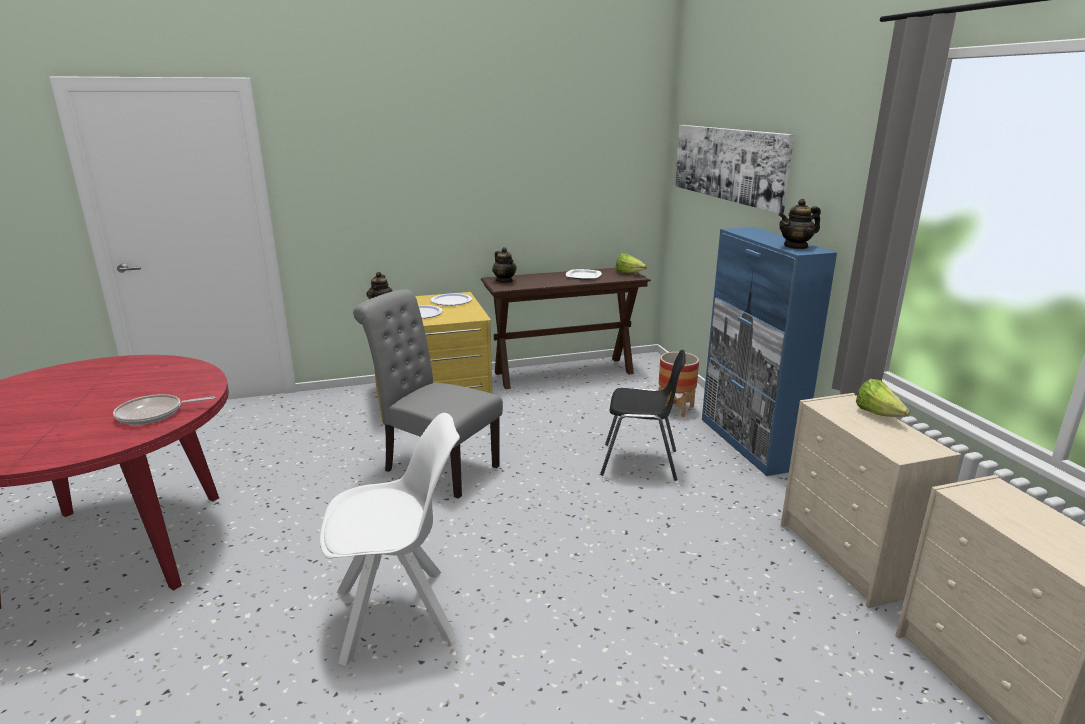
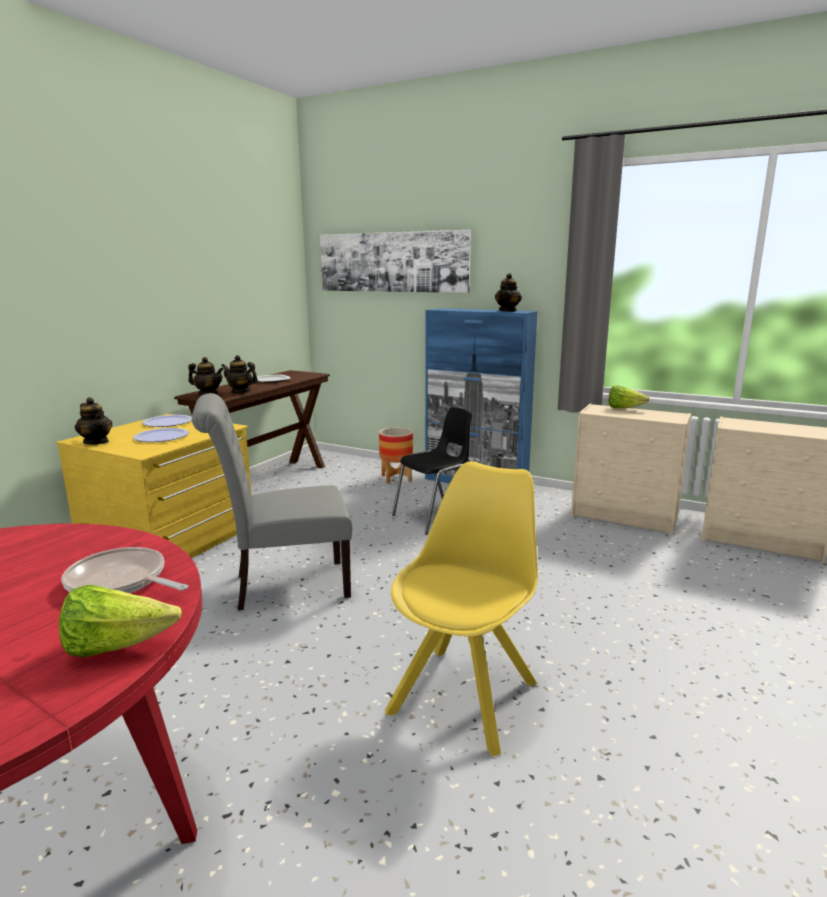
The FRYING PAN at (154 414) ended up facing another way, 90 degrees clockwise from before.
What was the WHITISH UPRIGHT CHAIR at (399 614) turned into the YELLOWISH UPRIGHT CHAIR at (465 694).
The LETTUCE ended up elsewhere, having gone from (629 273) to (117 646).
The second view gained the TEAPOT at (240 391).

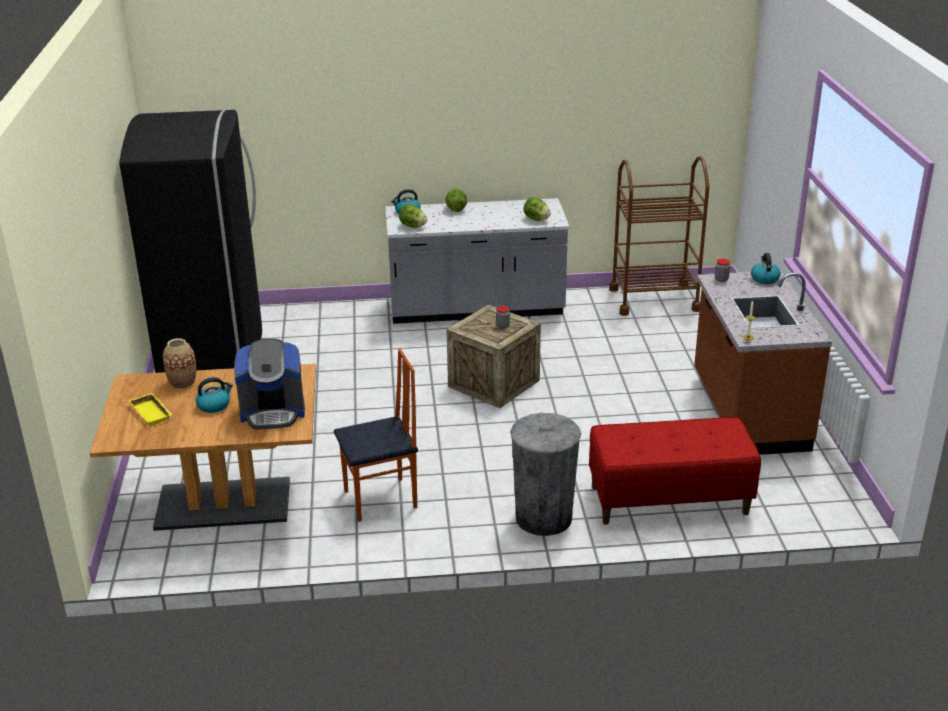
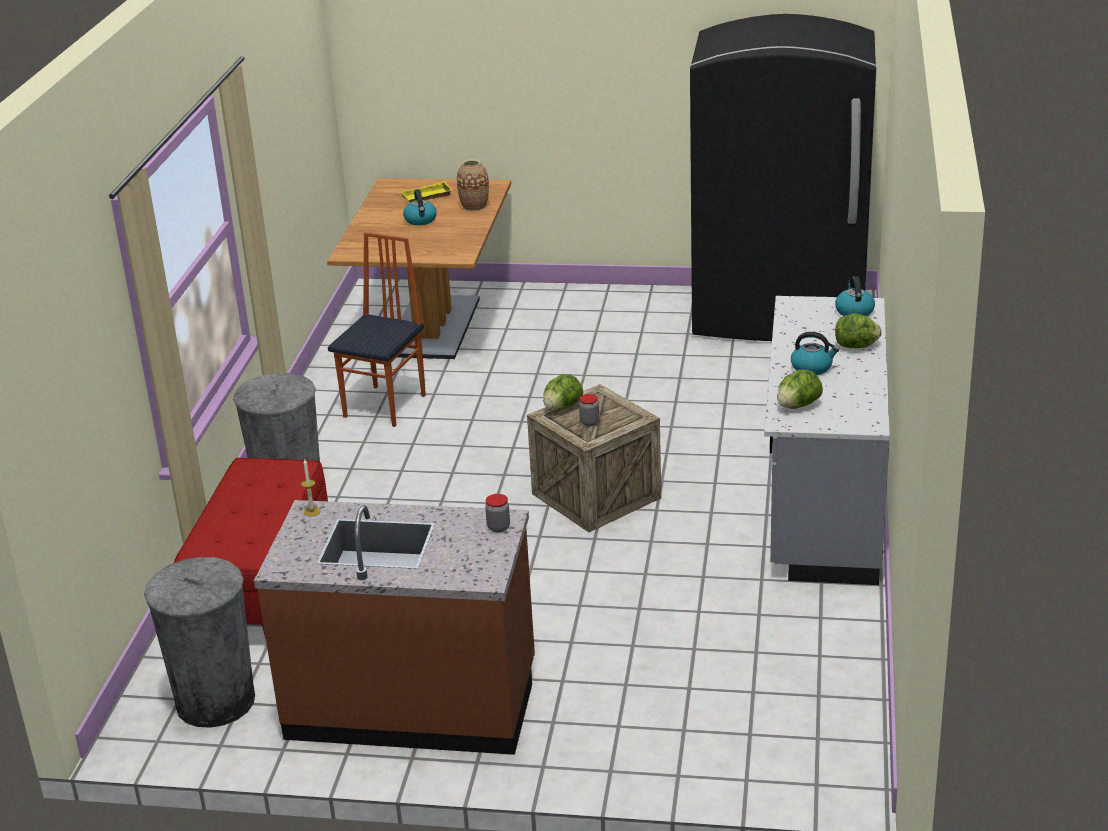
The second view lost the COFFEE BREWER at (273 412).
The UPRIGHT CHAIR at (381 500) ended up facing another way, 150 degrees counterclockwise from before.
The LETTUCE ended up elsewhere, having gone from (413 226) to (562 407).
The second view lost the BROWN-COLOURED TROLLEY at (654 299).
The TEA KETTLE ended up elsewhere, having gone from (764 278) to (812 367).
The second view gained the GREY TRASH CAN at (215 701).

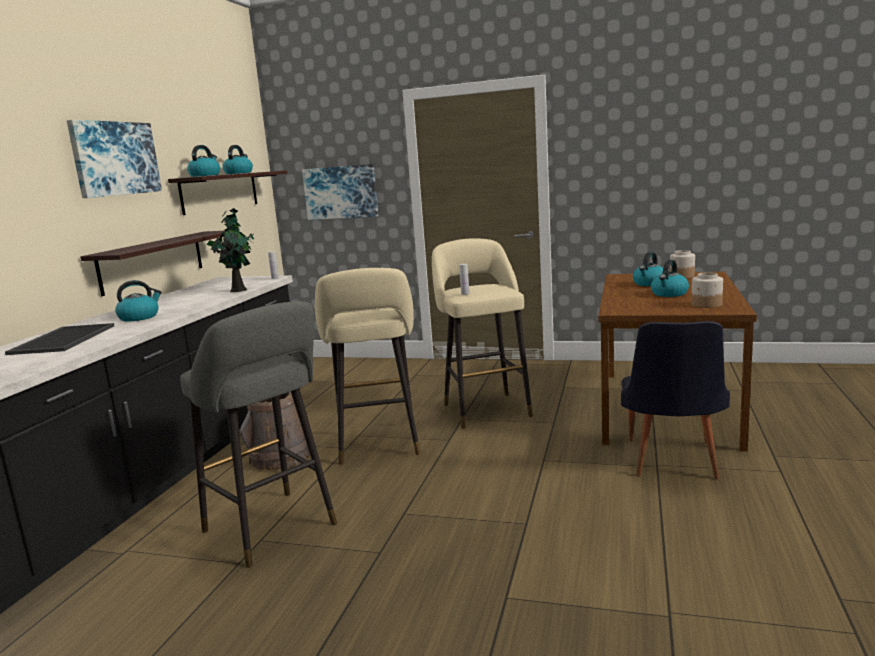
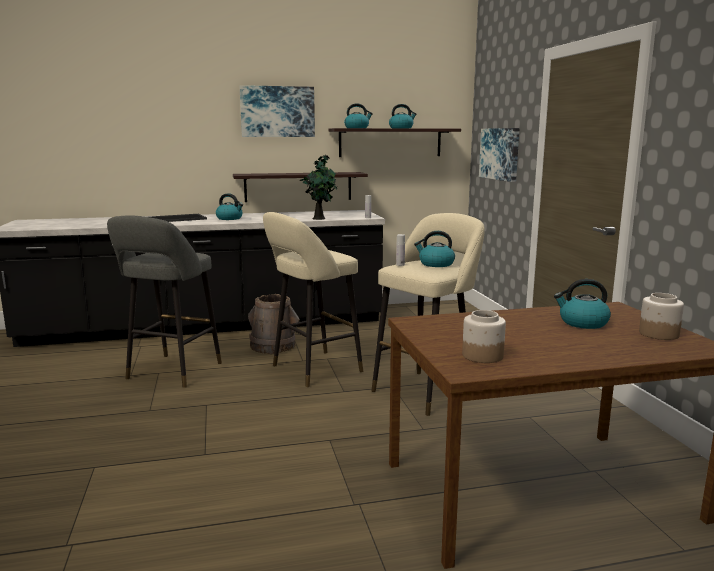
The second view lost the BLACK UPRIGHT CHAIR at (671 463).
The TEA KETTLE ended up elsewhere, having gone from (669 294) to (435 264).

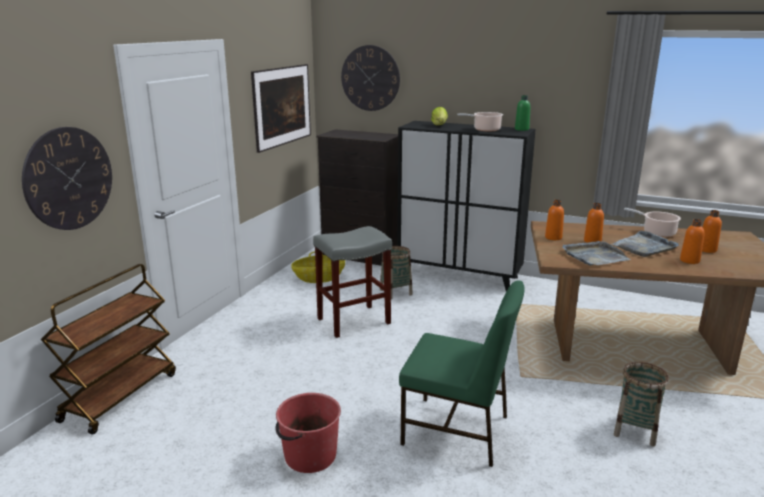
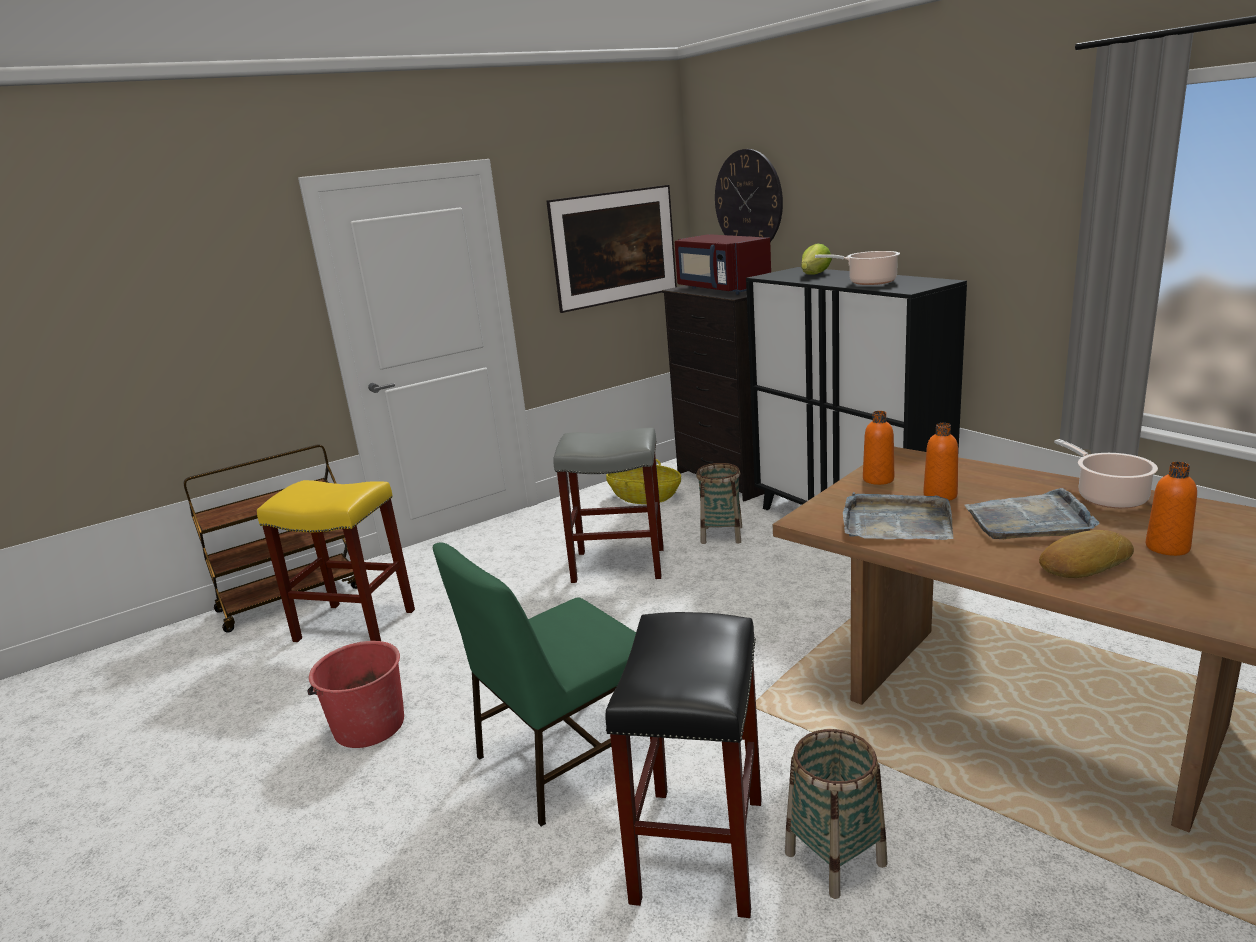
The second view lost the HANGING CLOCK at (69 178).
The GREEN UPRIGHT CHAIR at (457 431) ended up facing another way, 90 degrees clockwise from before.
The second view lost the GREEN BOTTLE at (521 129).
Where the ORANGE BOTTLE stood at (689 260), the BREAD came to stand at (1083 562).
The second view gained the YELLOWISH SITTING STOOL at (357 625).
The second view gained the BLACK SITTING STOOL at (700 851).
The second view gained the RED KITCHEN MICROWAVE at (721 289).

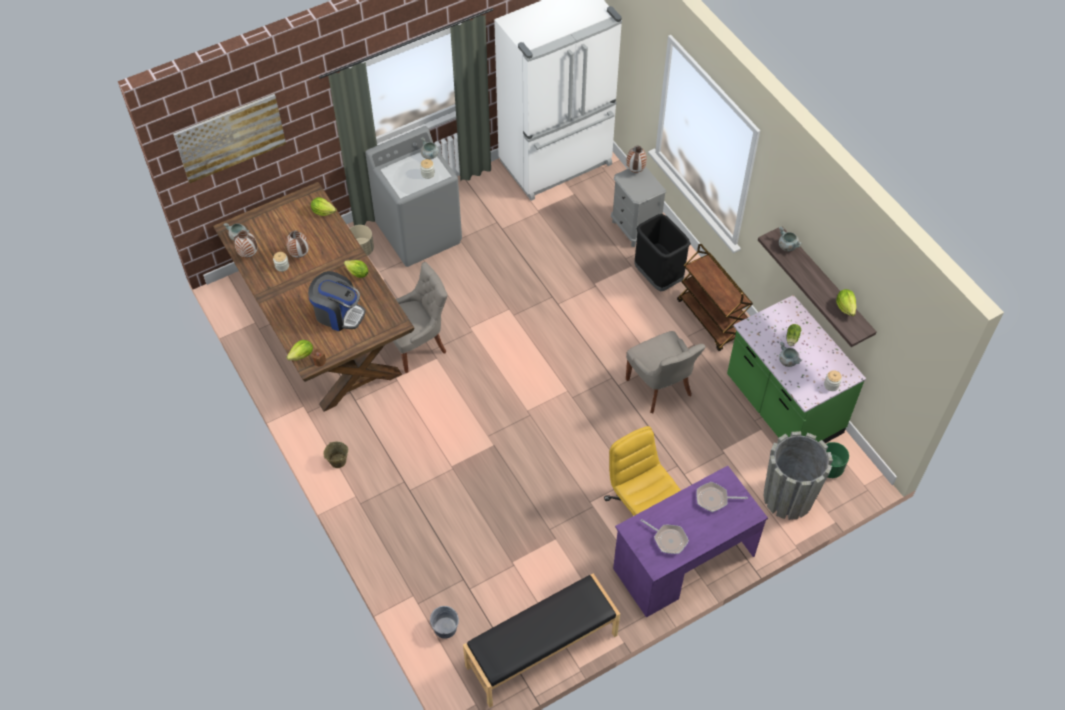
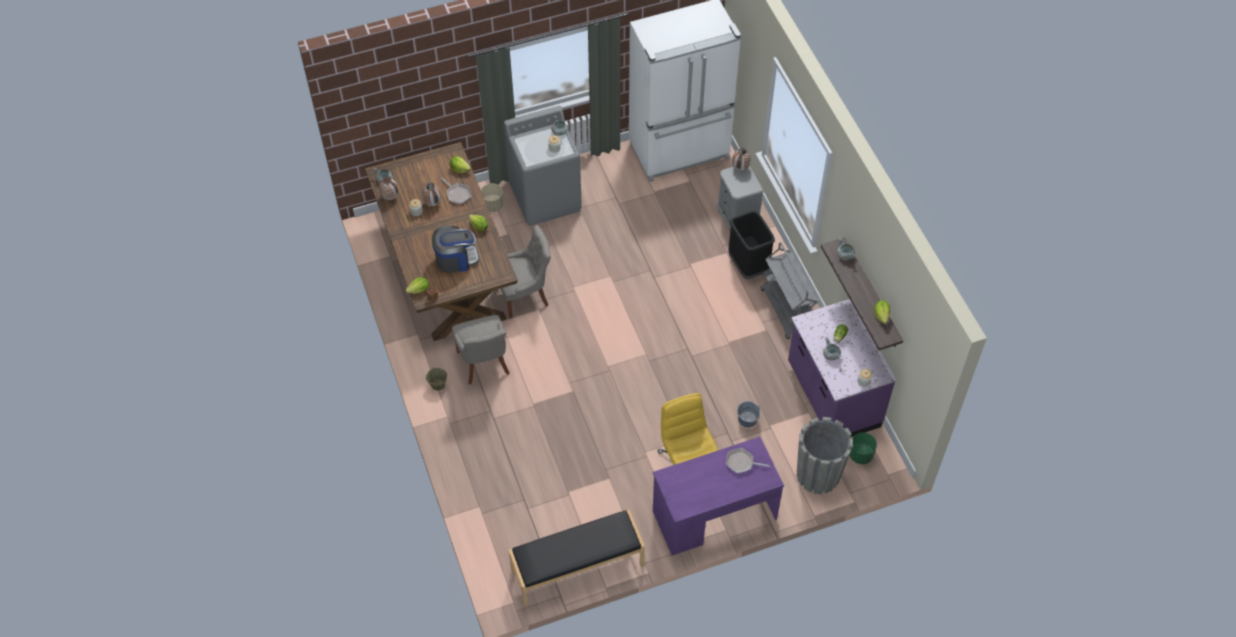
The second view lost the WALL ART at (230 137).
The COFFEE BREWER at (338 314) ended up facing another way, 45 degrees counterclockwise from before.
The GREY PAIL ended up elsewhere, having gone from (445 628) to (747 420).
The GREY UPRIGHT CHAIR ended up elsewhere, having gone from (660 388) to (484 363).
The FRYING PAN ended up elsewhere, having gone from (668 539) to (457 194).
What was the BROWN-COLOURED TROLLEY at (711 319) turned into the GREY TROLLEY at (787 310).
What was the GREEN COUNTER at (782 407) turned into the PURPLE COUNTER at (832 396).

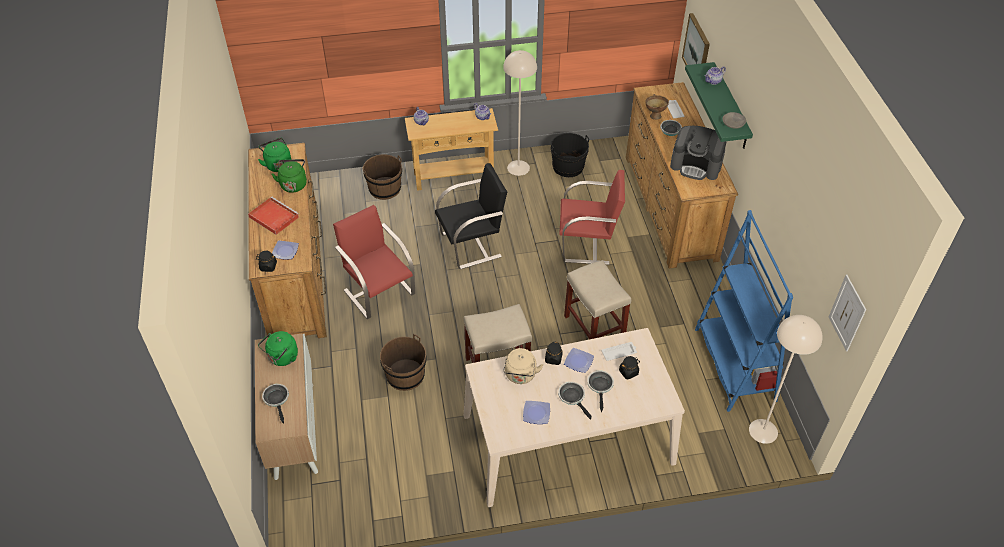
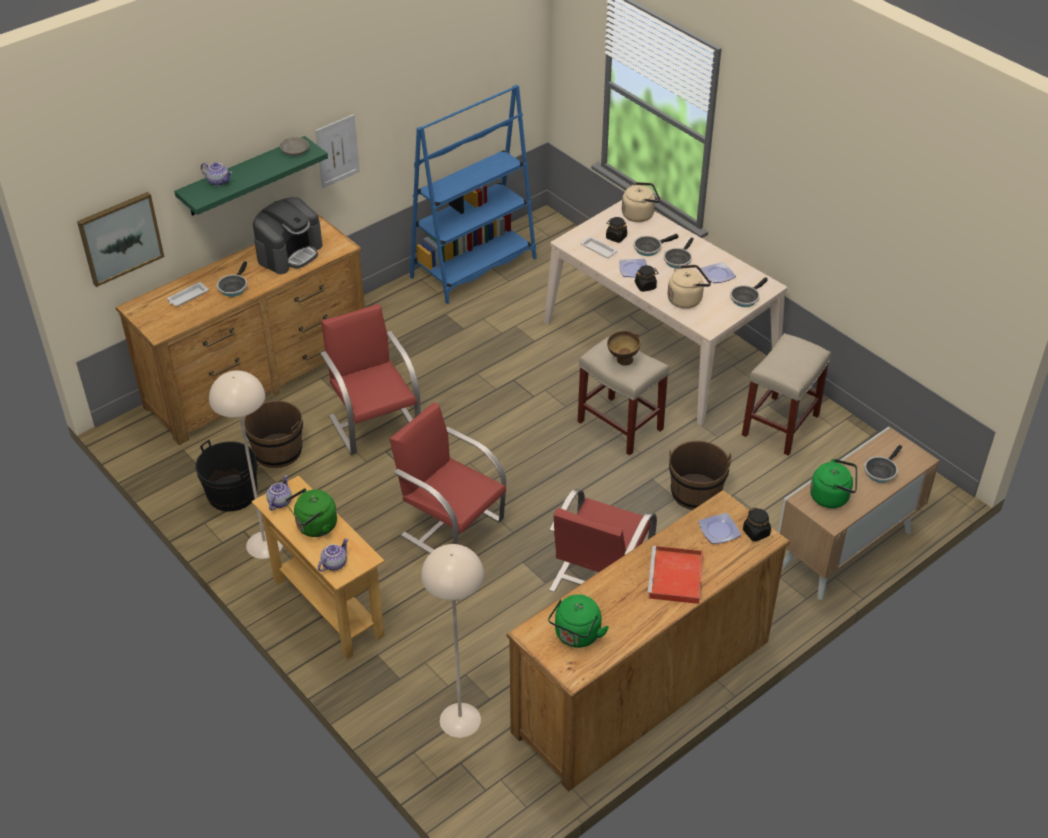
The GREEN TEA KETTLE ended up elsewhere, having gone from (293 184) to (314 527).
The BROWN-COLOURED PAIL ended up elsewhere, having gone from (385 189) to (278 451).
What was the BLACK UPRIGHT CHAIR at (472 245) turned into the RED UPRIGHT CHAIR at (451 526).
The SAND-COLOURED SITTING STOOL ended up elsewhere, having gone from (593 327) to (780 426).
The BROWN-COLOURED SERVING BOWL ended up elsewhere, having gone from (654 115) to (622 362).
The COFFEE BREWER at (696 165) ended up facing another way, 45 degrees clockwise from before.
The SAND-COLOURED STANDARD LAMP ended up elsewhere, having gone from (763 430) to (459 720).
The WALL ART ended up elsewhere, having gone from (847 313) to (337 151).
The second view gained the SAND-COLOURED TEA KETTLE at (640 214).
The second view gained the FRYING PAN at (745 298).

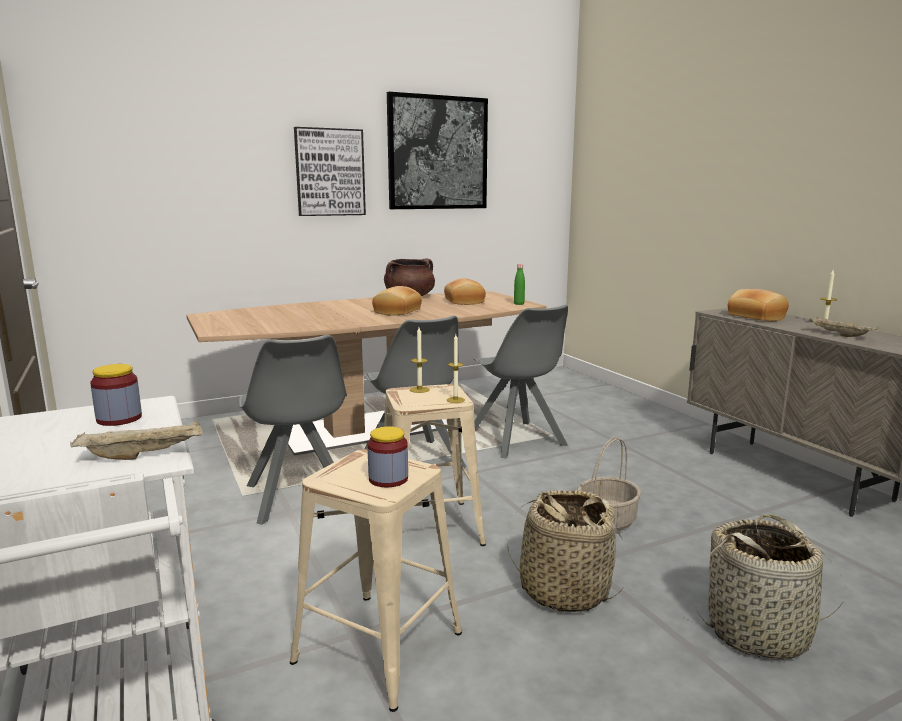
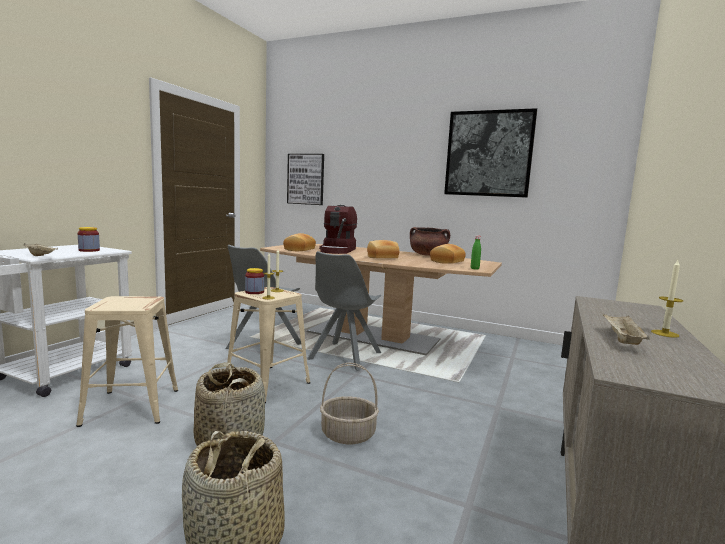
The WALL ART ended up elsewhere, having gone from (330 172) to (306 179).
The STORAGE JAR ended up elsewhere, having gone from (388 479) to (254 292).
The second view lost the GREY UPRIGHT CHAIR at (517 440).
The BREAD ended up elsewhere, having gone from (755 317) to (298 249).
The second view gained the COFFEE BREWER at (338 250).

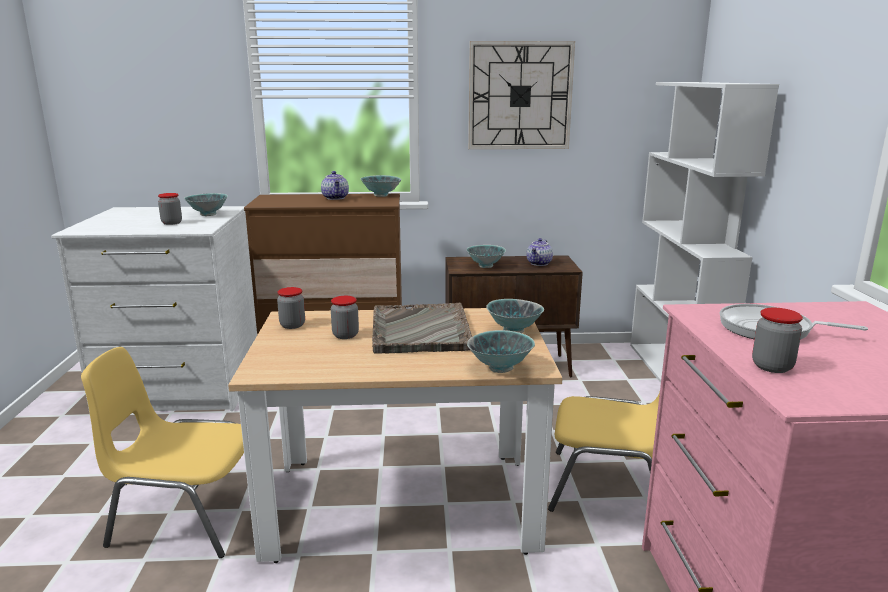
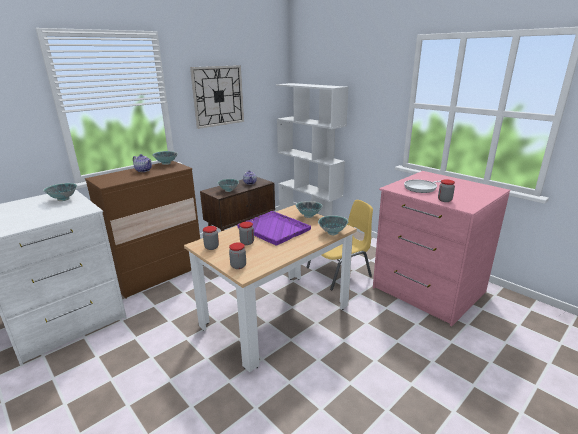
The second view lost the YELLOWISH UPRIGHT CHAIR at (186 515).
The STORAGE JAR ended up elsewhere, having gone from (171 223) to (238 266).
What was the GREY SERVING TRAY at (420 330) turned into the PURPLE SERVING TRAY at (274 229).

